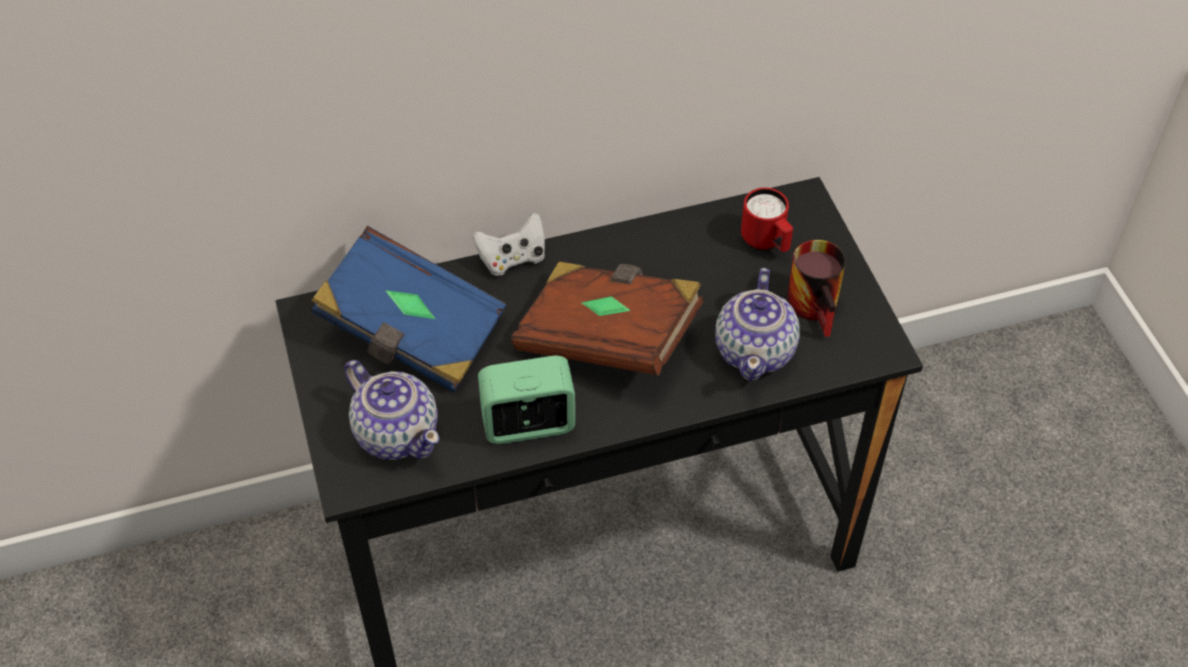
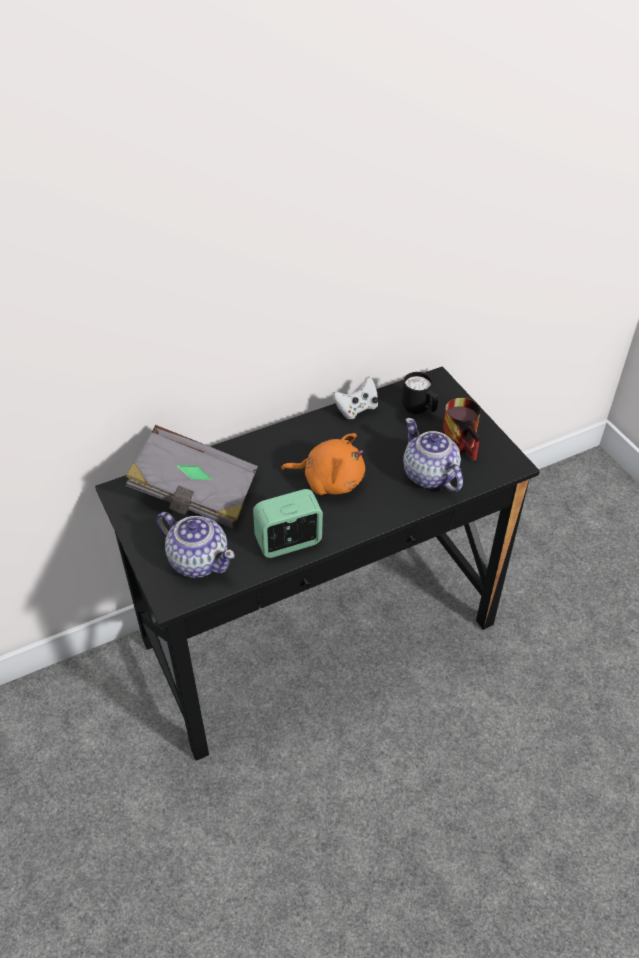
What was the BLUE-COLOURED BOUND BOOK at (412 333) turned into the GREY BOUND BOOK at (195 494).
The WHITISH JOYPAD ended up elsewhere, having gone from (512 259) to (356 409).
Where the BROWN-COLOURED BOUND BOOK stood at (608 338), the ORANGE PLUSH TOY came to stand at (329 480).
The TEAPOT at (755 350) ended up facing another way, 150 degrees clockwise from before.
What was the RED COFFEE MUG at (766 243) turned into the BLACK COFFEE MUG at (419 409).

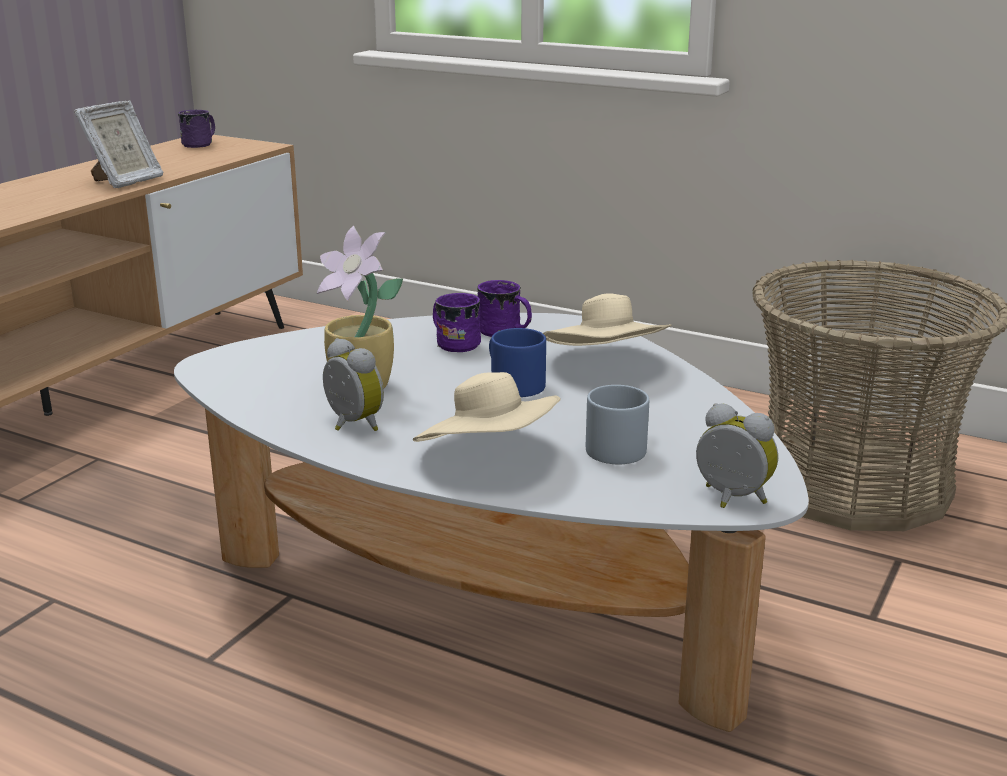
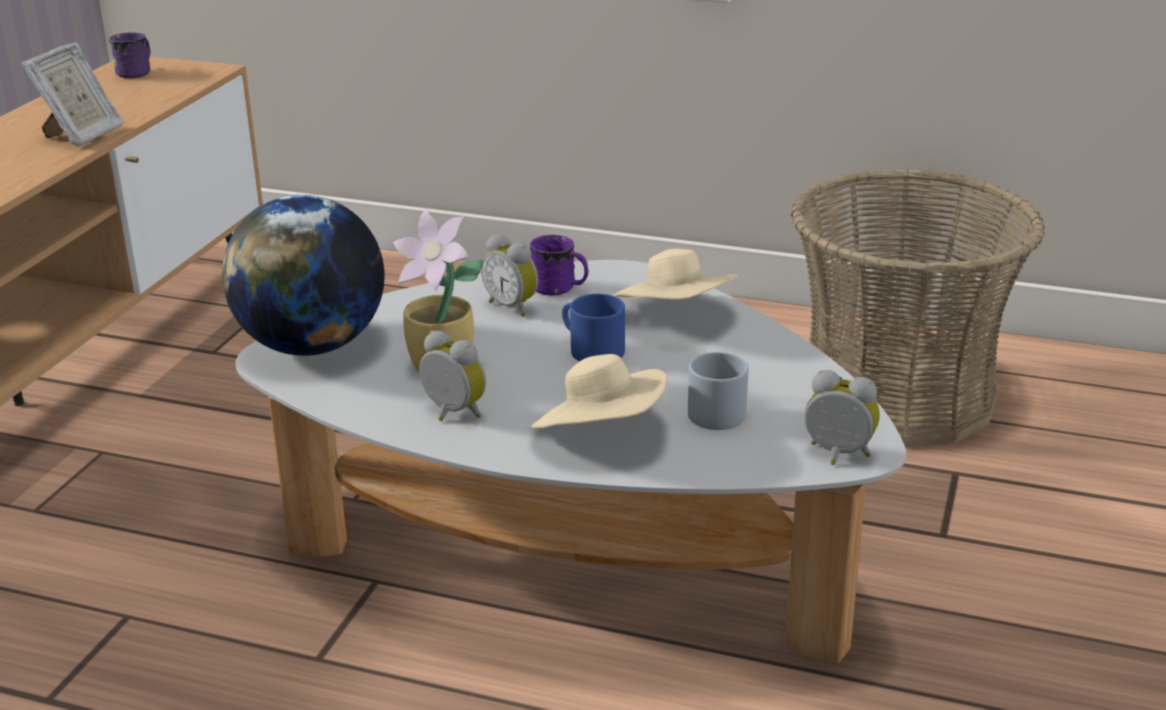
Where the PURPLE COFFEE MUG stood at (454 343), the ALARM CLOCK came to stand at (513 306).
The second view gained the WORLD GLOBE at (311 346).

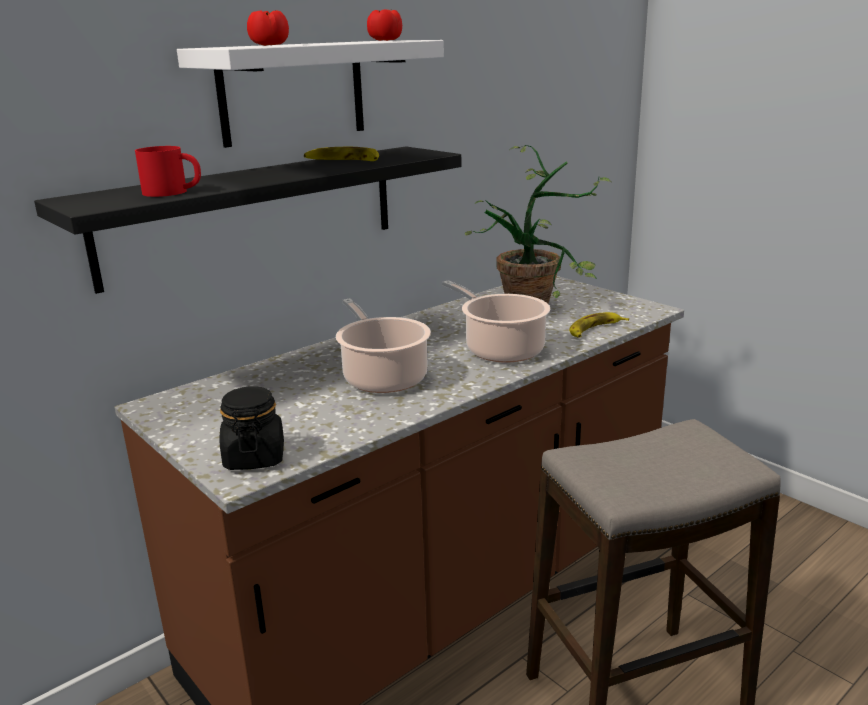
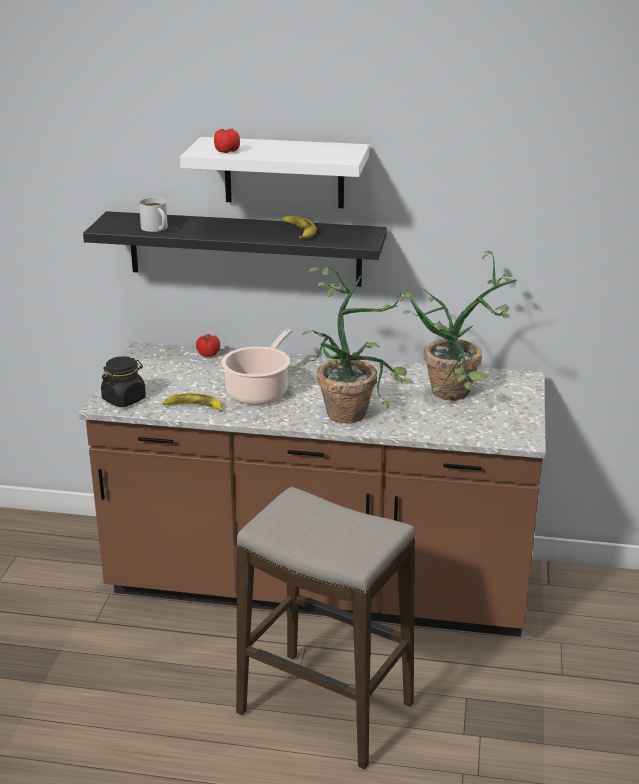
What was the RED COFFEE MUG at (173 192) turned into the WHITISH COFFEE MUG at (156 228).
The FRESH TOMATO ended up elsewhere, having gone from (384 40) to (208 354).
Where the SAUCEPOT stood at (501 349), the HOUSEPLANT came to stand at (354 410).
The BANANA ended up elsewhere, having gone from (594 330) to (193 407).

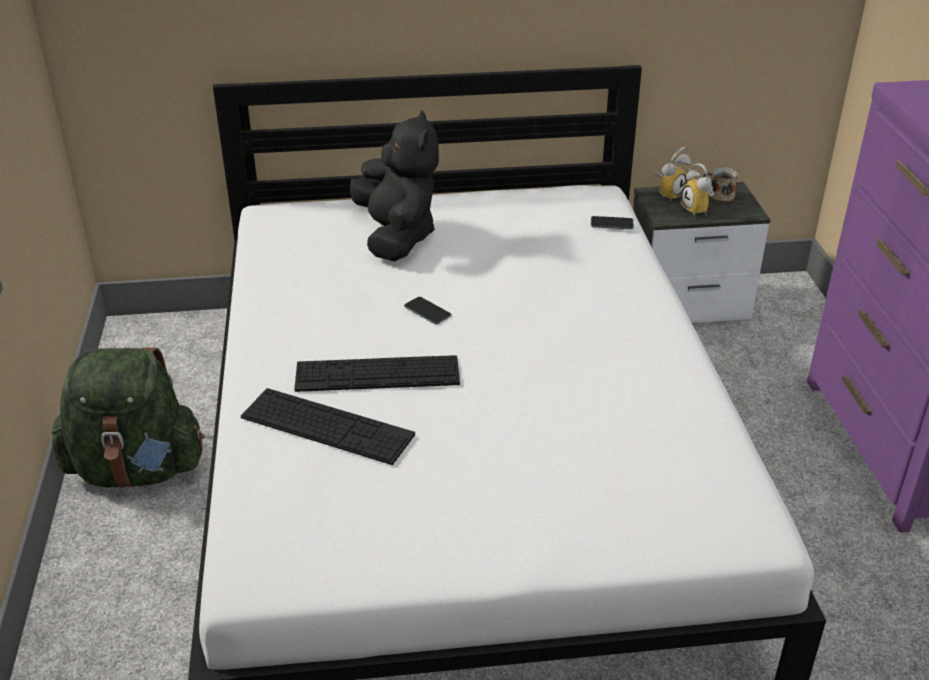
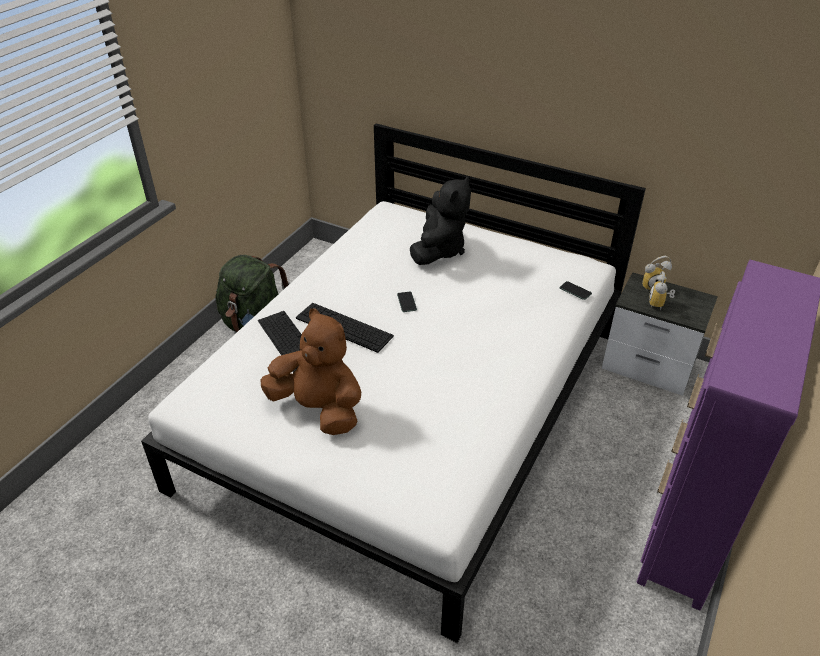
The second view lost the COFFEE MUG at (719 195).
The second view gained the BROWN-COLOURED PLUSH TOY at (319 409).

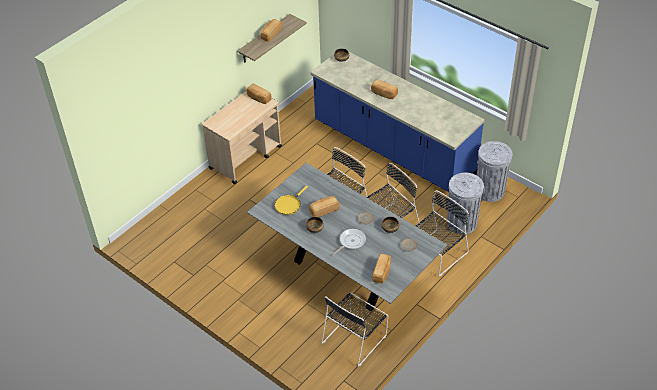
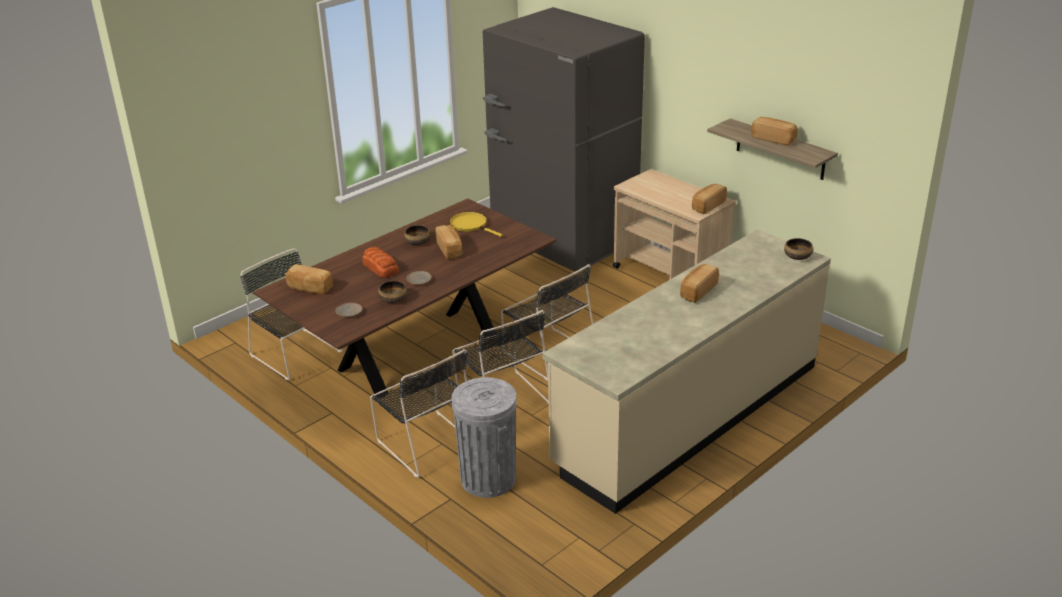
What was the GREY DINNER TABLE at (346 272) turned into the BROWN-COLOURED DINNER TABLE at (417 352).
What was the BLUE-COLOURED COUNTER at (393 149) turned into the SAND-COLOURED COUNTER at (688 415).
Where the FRYING PAN stood at (351 241), the BREAD came to stand at (380 267).
The second view lost the GREY TRASH CAN at (490 191).
The second view gained the GREY REFRIGERATOR at (563 241).

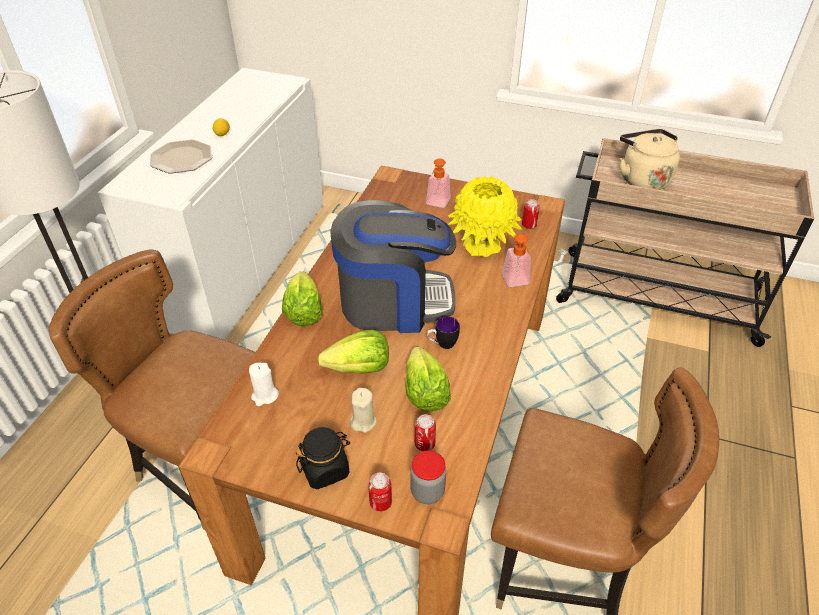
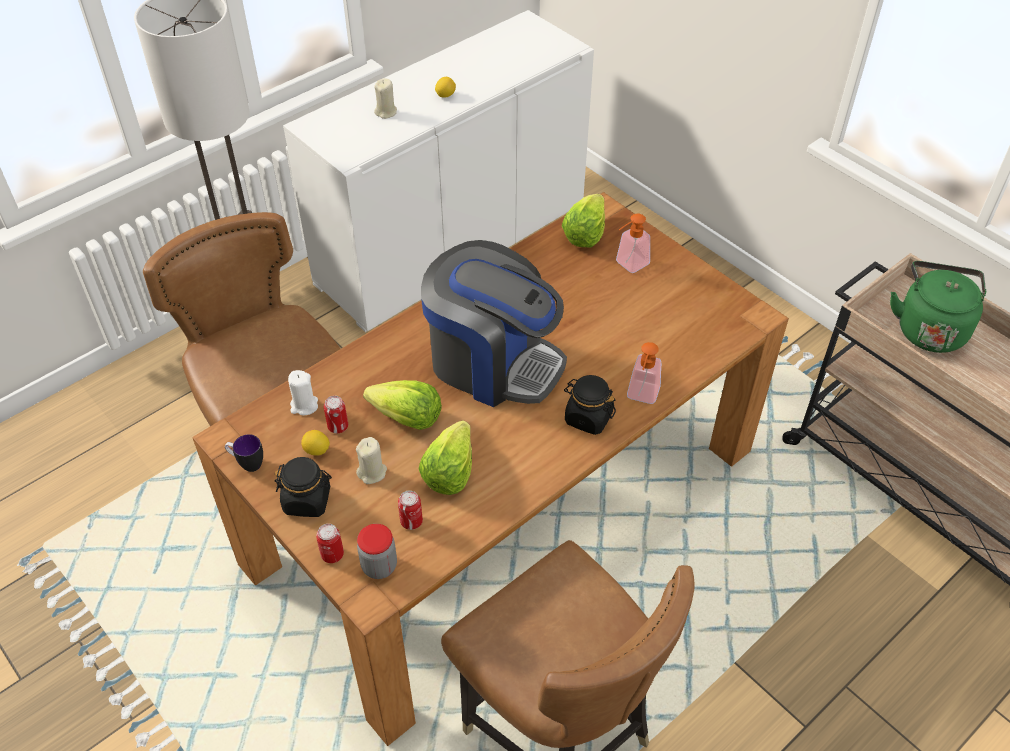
Where the FLAT DISH stood at (182 158), the SAND-COLOURED WAX LIGHT came to stand at (386 112).
The LETTUCE ended up elsewhere, having gone from (303 312) to (585 234).
The COFFEE MUG ended up elsewhere, having gone from (442 344) to (247 463).
The second view lost the YELLOWISH DECORATIVE VASE at (482 245).
The CAN ended up elsewhere, having gone from (529 225) to (338 426).
What was the SAND-COLOURED TEA KETTLE at (642 179) turned into the GREEN TEA KETTLE at (929 328).
The second view gained the CITRUS FRUIT at (316 450).
The second view gained the BLACK STORAGE JAR at (588 418).

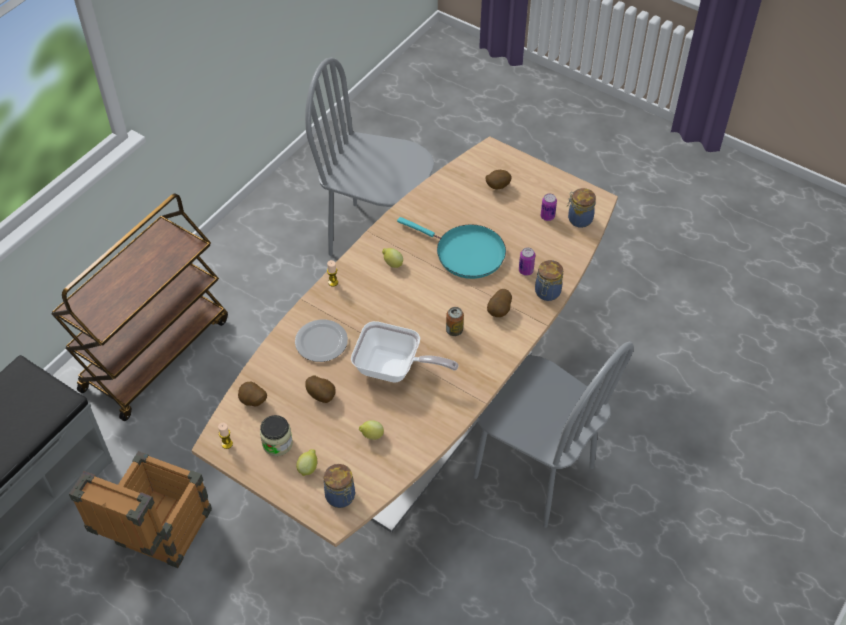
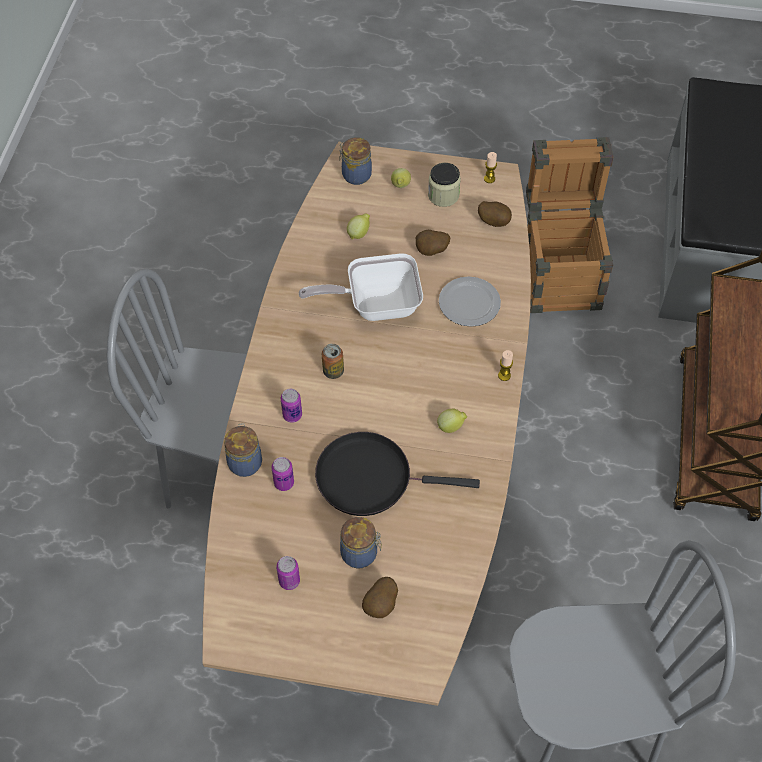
What was the TURQUOISE FRYING PAN at (465 253) turned into the BLACK FRYING PAN at (370 478).
Where the SPUD stood at (499 311), the CAN came to stand at (292 415).
The STORAGE JAR ended up elsewhere, having gone from (579 219) to (360 554).

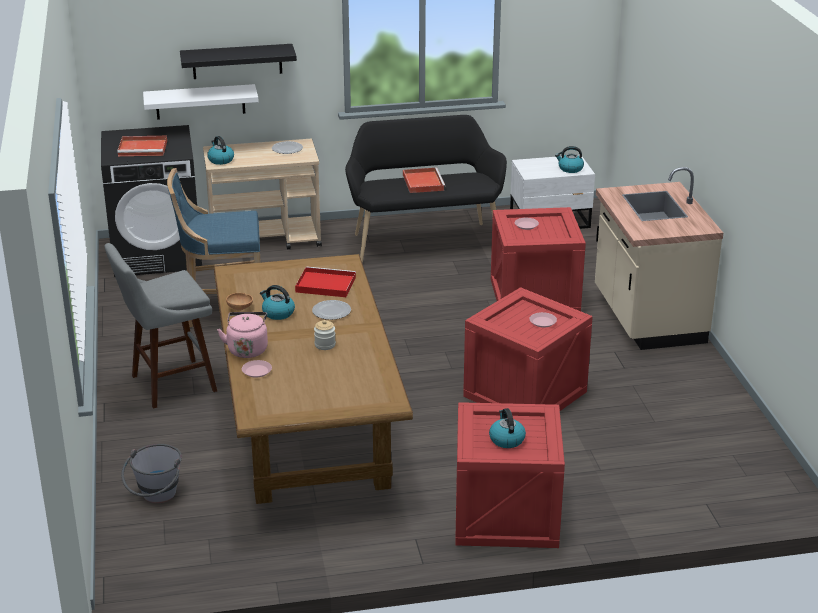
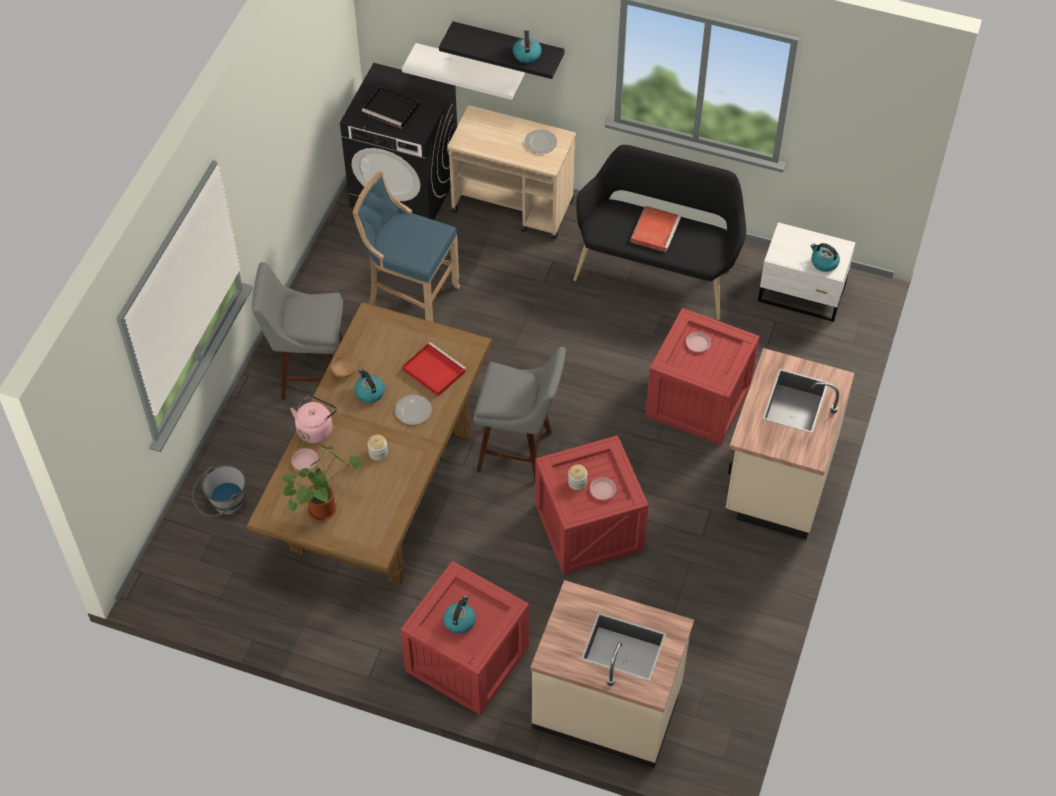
What was the RED SERVING TRAY at (144 148) turned into the BLACK SERVING TRAY at (392 109).
The TEA KETTLE ended up elsewhere, having gone from (220 160) to (526 54).
The second view gained the HOUSEPLANT at (323 507).
The second view gained the GREY SITTING STOOL at (520 452).
The second view gained the SAND-COLOURED COUNTER at (607 706).
The second view gained the STORAGE JAR at (577 482).

